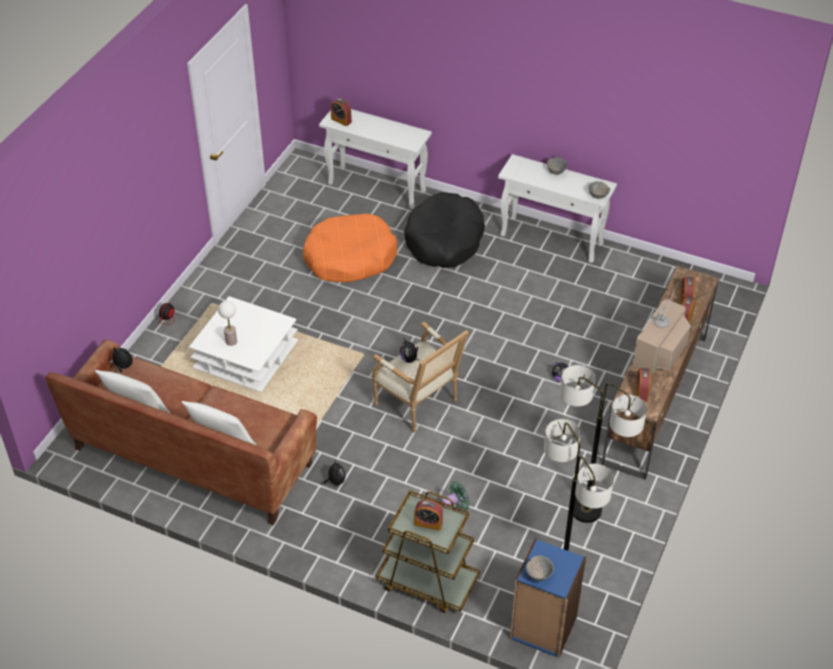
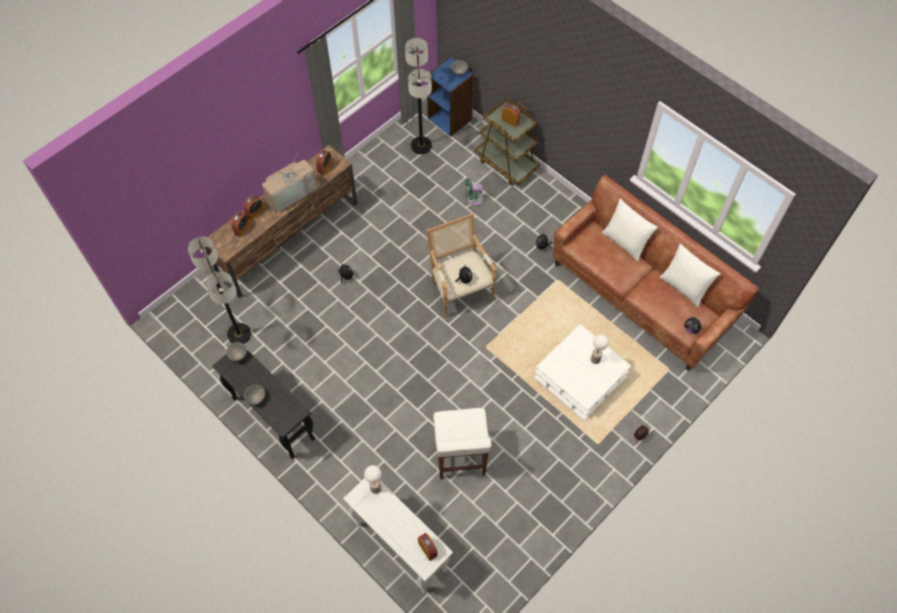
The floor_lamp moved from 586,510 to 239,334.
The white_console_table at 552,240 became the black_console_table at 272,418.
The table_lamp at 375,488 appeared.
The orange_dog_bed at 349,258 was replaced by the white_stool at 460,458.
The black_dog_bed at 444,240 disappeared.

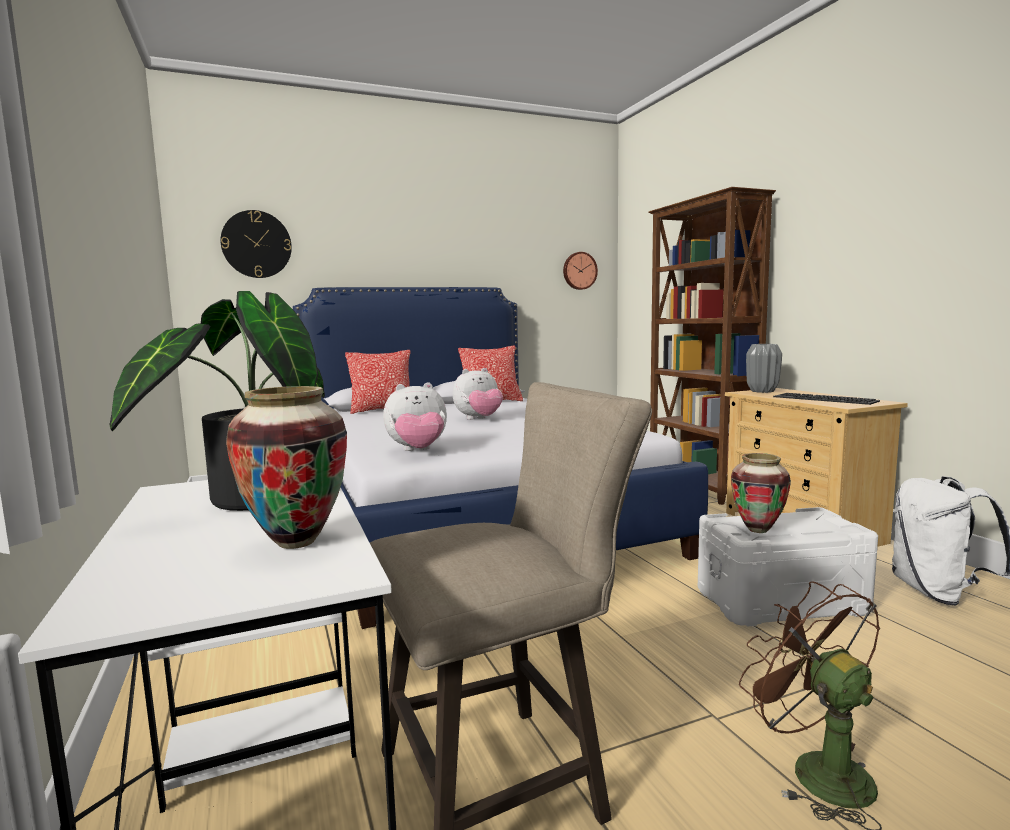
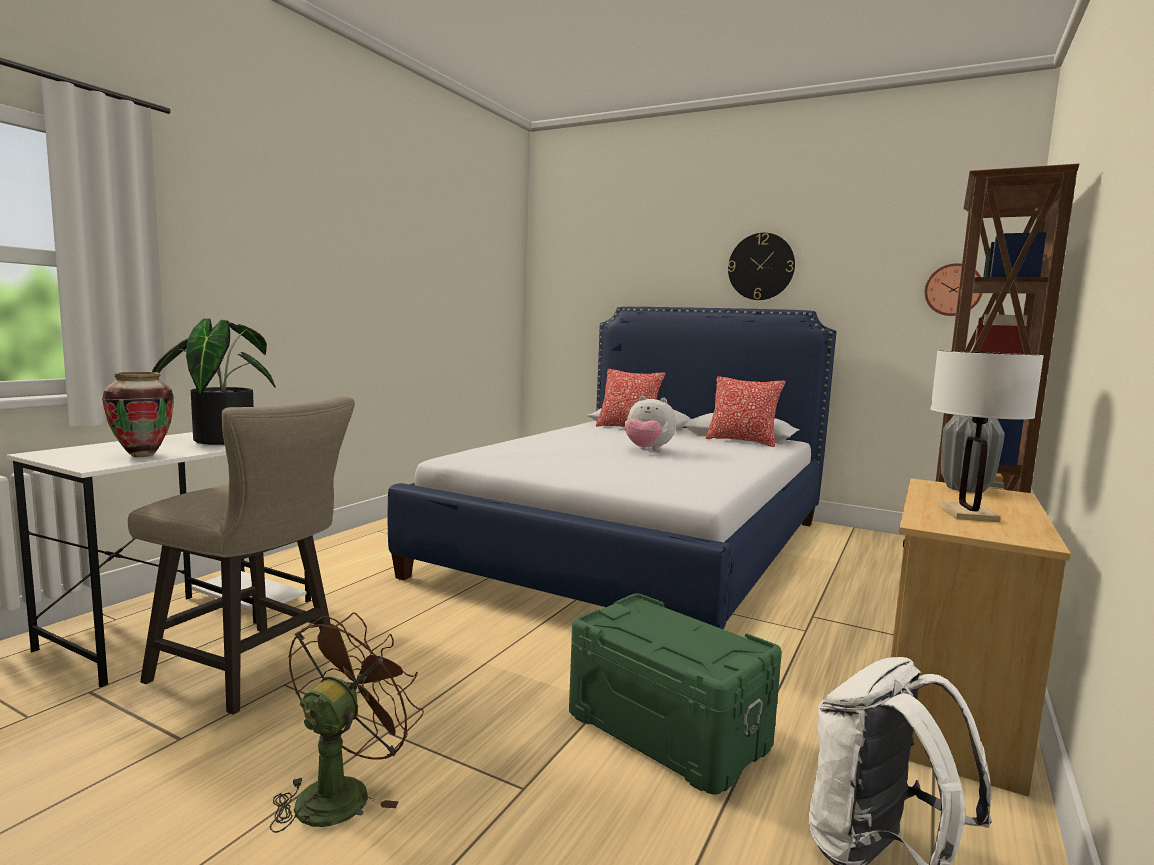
The white_storage_box at 781,602 became the green_storage_box at 666,731.
The wall_clock moved from 256,244 to 761,266.
The keyboard at 822,399 was replaced by the white_table_lamp at 967,514.
The plush_toy at 418,451 disappeared.
The vase at 758,530 disappeared.

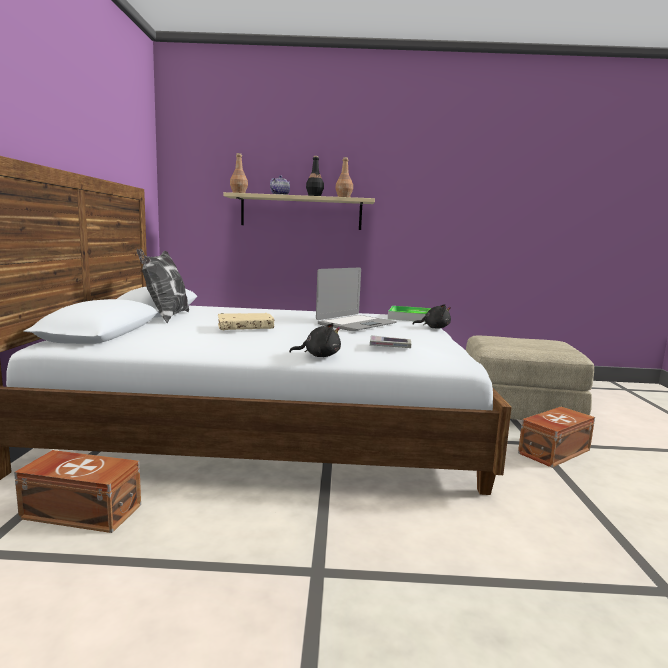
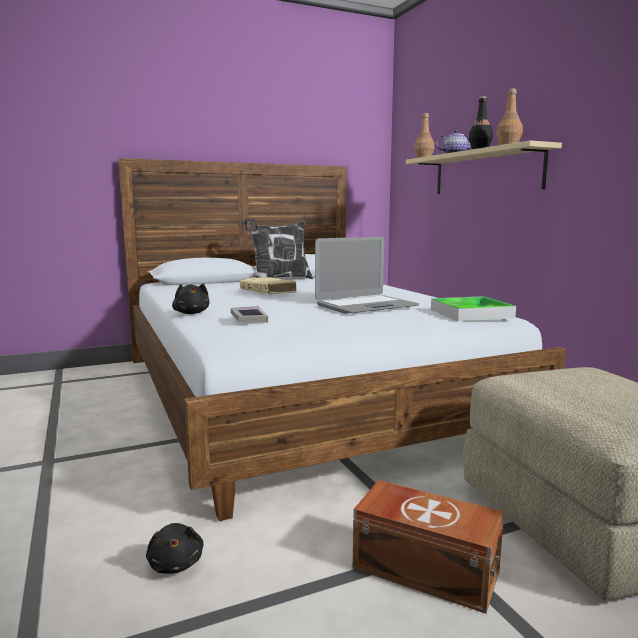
The black_plush_toy moved from 434,328 to 176,563.
The laptop at 356,324 turned 45 degrees counterclockwise.
The brown_storage_box at 81,510 disappeared.

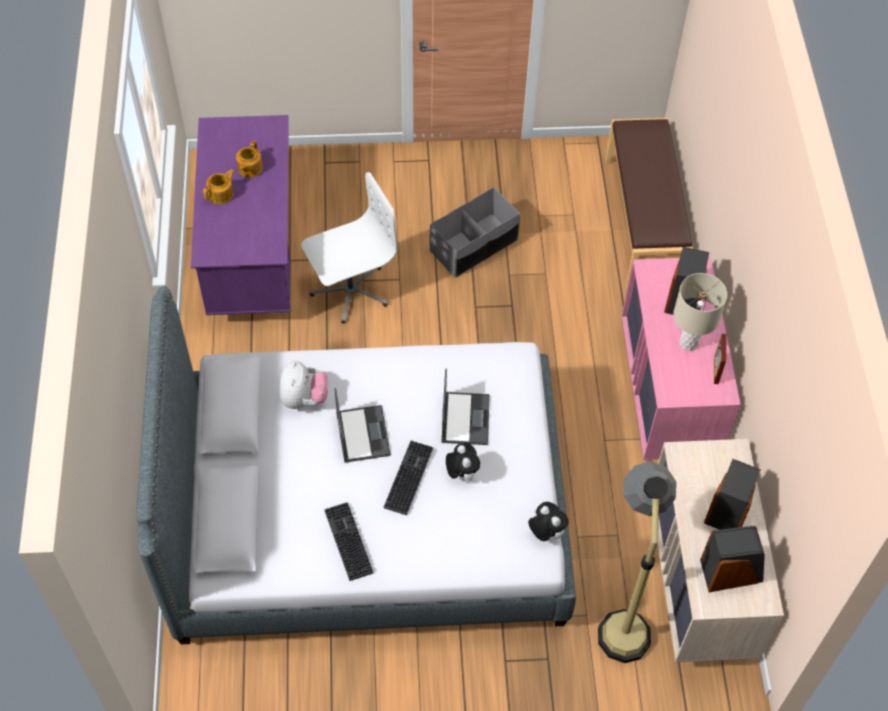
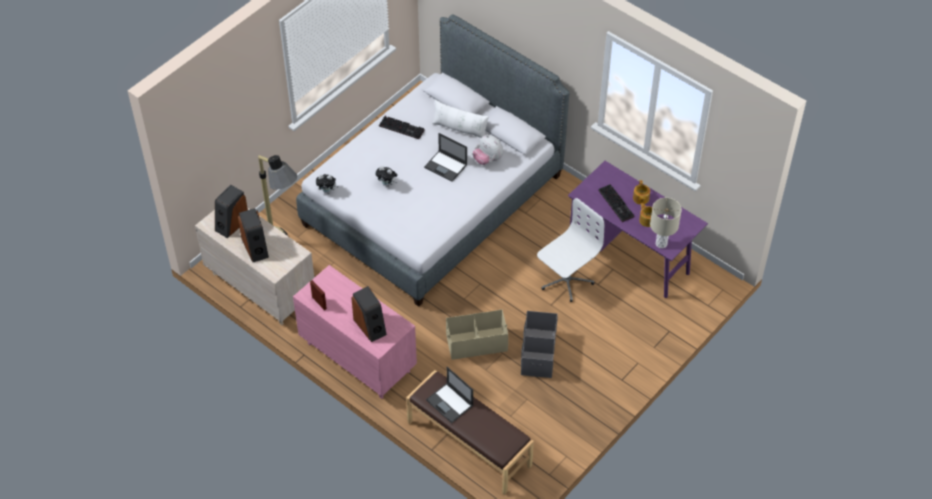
The laptop moved from 465,418 to 450,403.
The white_pillow at 460,129 appeared.
The beige_storage_box at 476,343 appeared.
The white_office_chair at 350,290 turned 150 degrees counterclockwise.
The keyboard moved from 407,476 to 617,204.
The beige_table_lamp moved from 688,343 to 661,243.

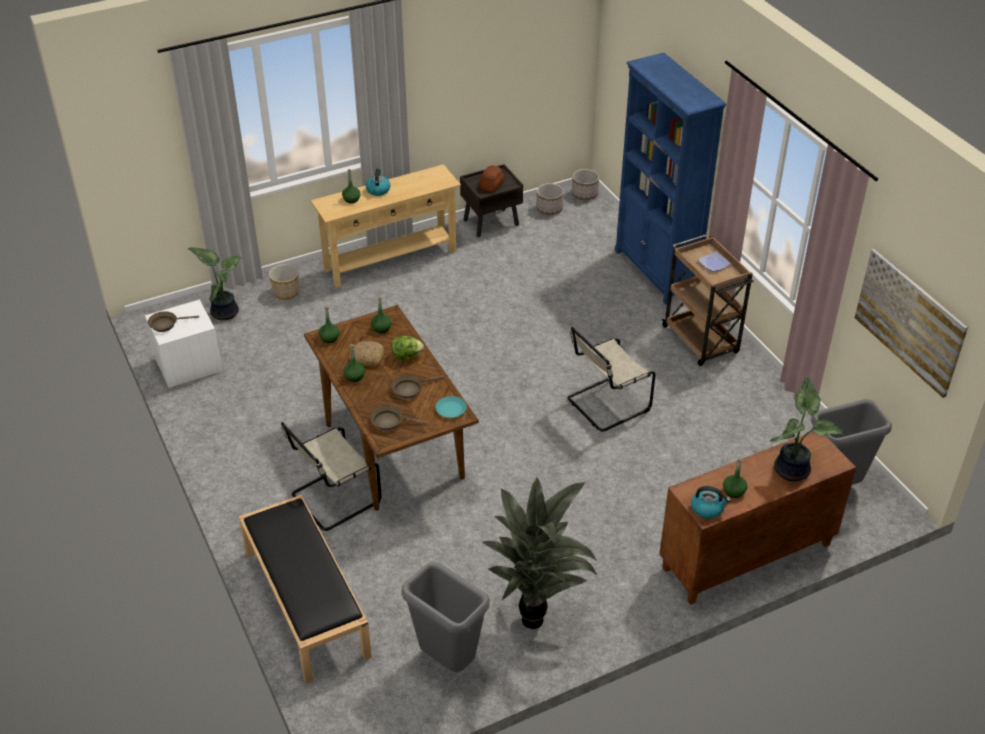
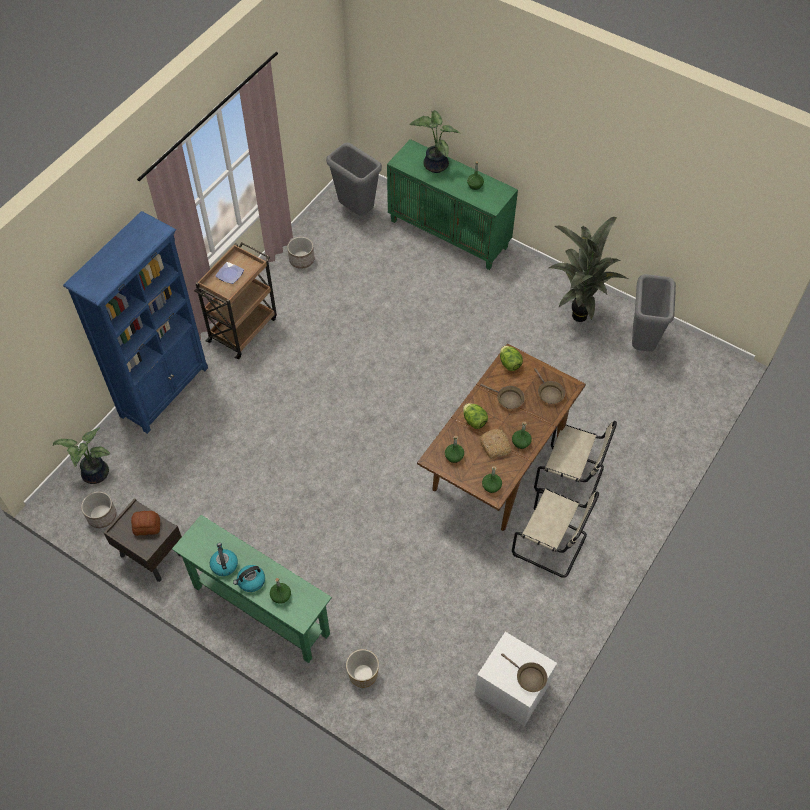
The potted_plant moved from 224,312 to 94,474.
The beige_console_table at 390,260 became the green_console_table at 260,611.
The kettle moved from 707,509 to 224,564.
The planter moved from 584,194 to 301,260.
The brown_cabinet at 746,558 became the green_cabinet at 450,234.
The turquoise_plate at 450,409 was replaced by the lettuce at 509,363.
The beige_chair moved from 605,405 to 552,545.
The black_bench at 305,602 disappeared.
The picture at 909,321 disappeared.

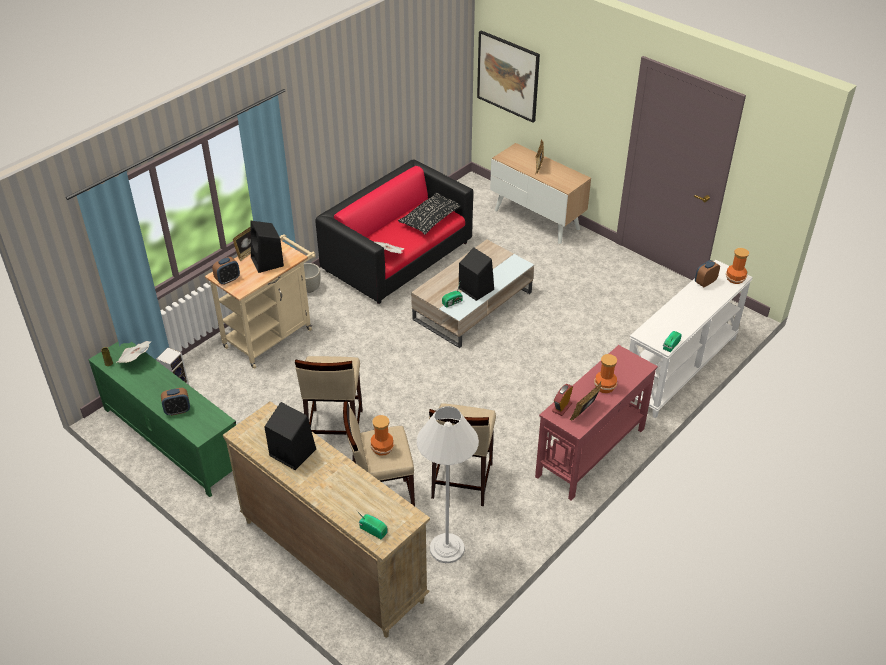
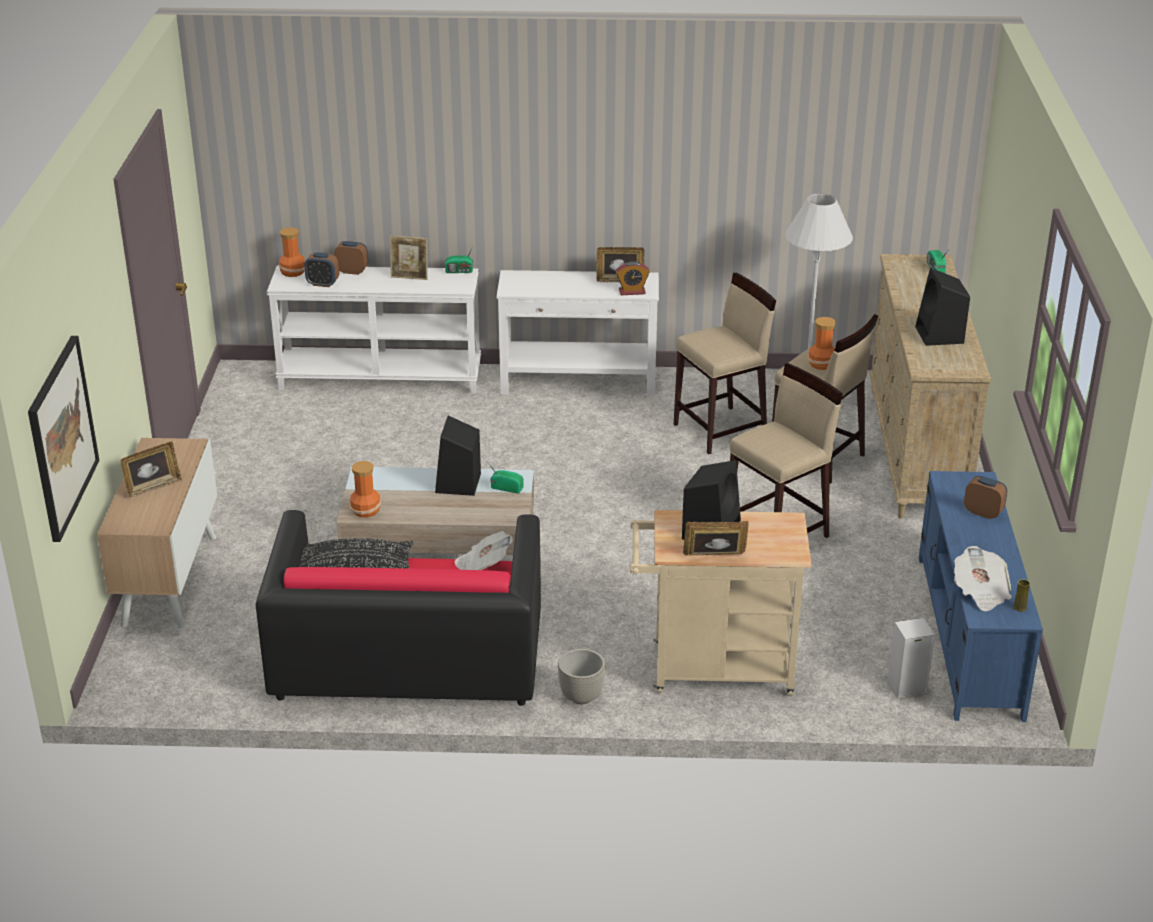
The alarm_clock moved from 228,280 to 352,271.
The vase moved from 604,387 to 366,510.
The picture_frame at 409,277 appeared.
The red_console_table at 590,452 became the white_console_table at 579,382.
The green_tv_stand at 172,438 became the blue_tv_stand at 969,635.

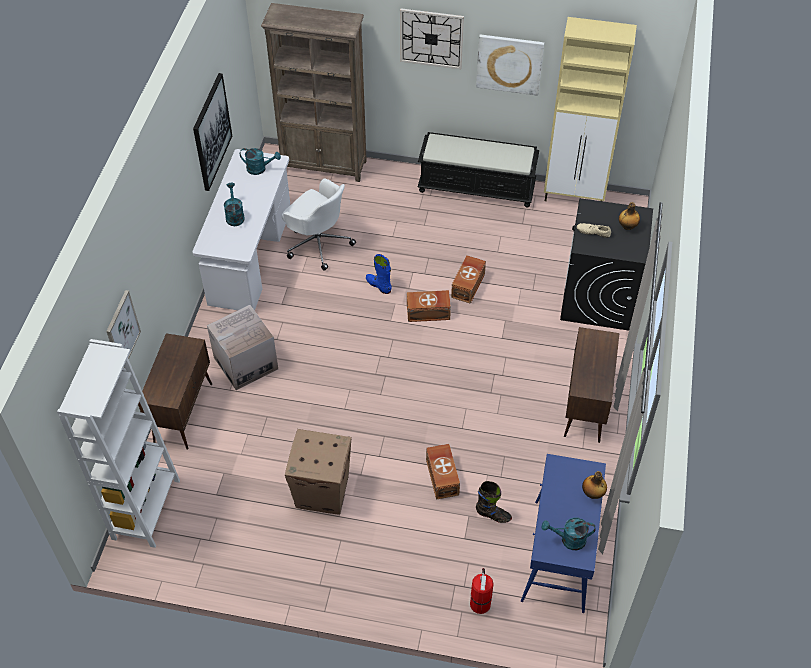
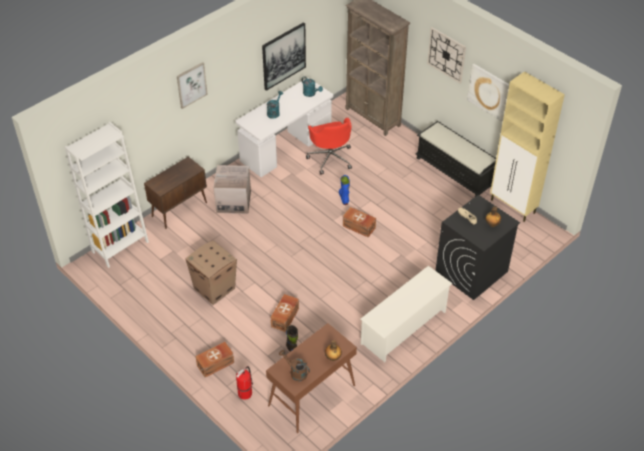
The picture moved from 122,331 to 191,85.
The brown_storage_box moved from 468,285 to 216,364.
The blue_console_table at 559,556 became the brown_console_table at 311,396.
The turquoise_watering_can at 568,540 became the brown_watering_can at 296,372.
The white_office_chair at 318,243 became the red_office_chair at 330,158.
The brown_cabinet at 585,407 was replaced by the white_shoe_rack at 404,327.

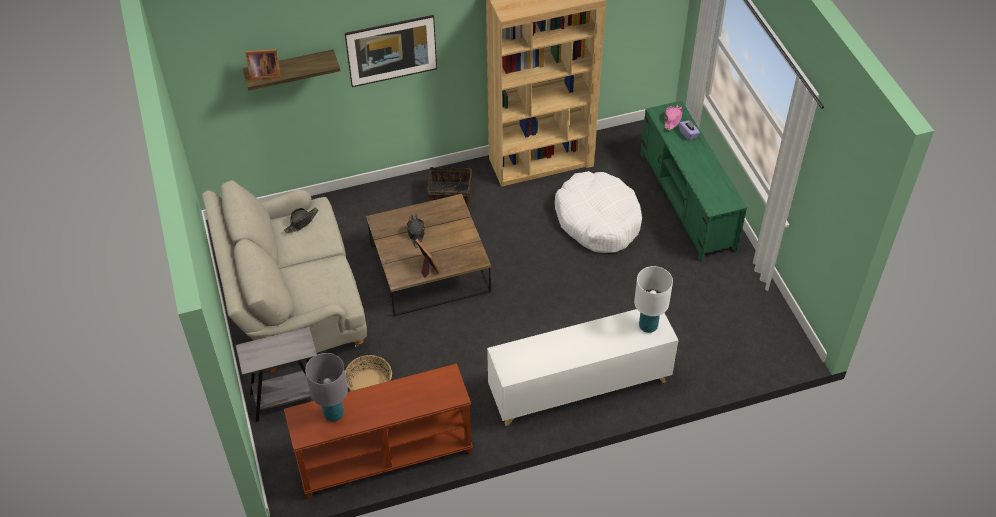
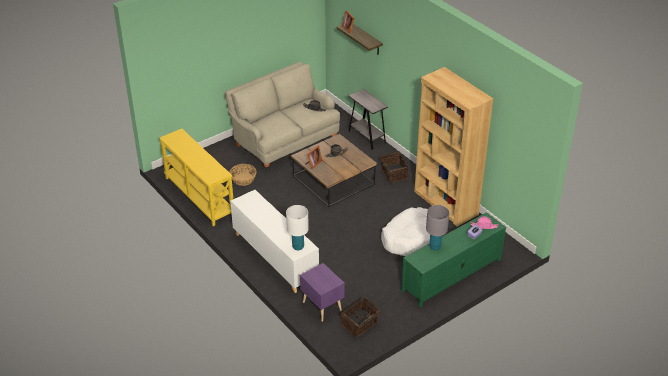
The brown_console_table at 384,458 became the yellow_console_table at 198,197.
The purple_nightstand at 322,306 appeared.
The basket at 360,324 appeared.
The grey_side_table moved from 288,399 to 367,137.
The grey_table_lamp moved from 334,414 to 435,247.
The picture at 393,63 disappeared.

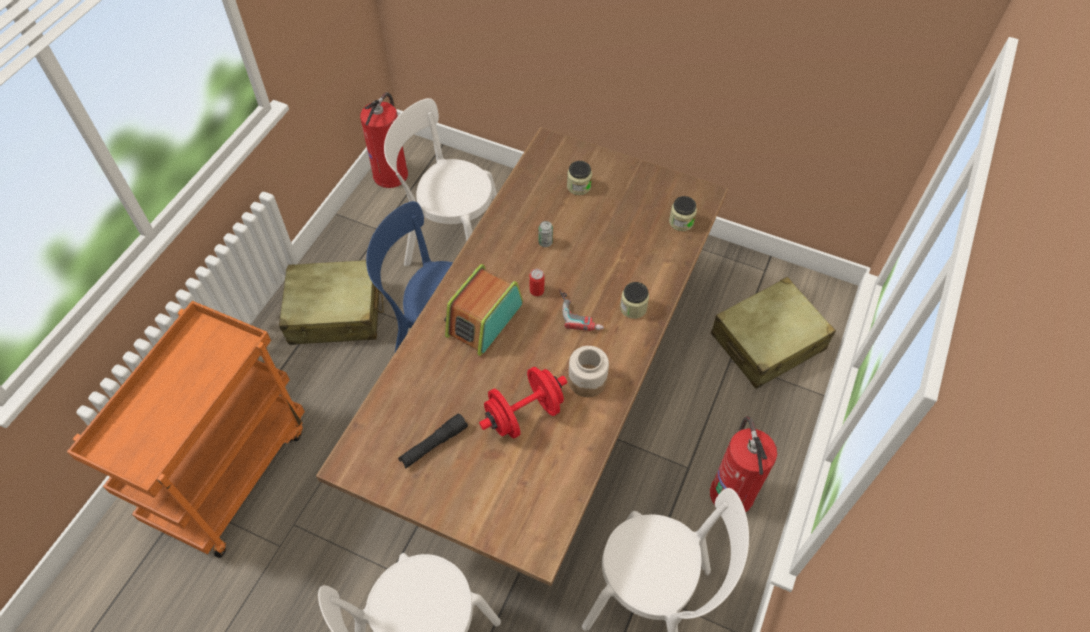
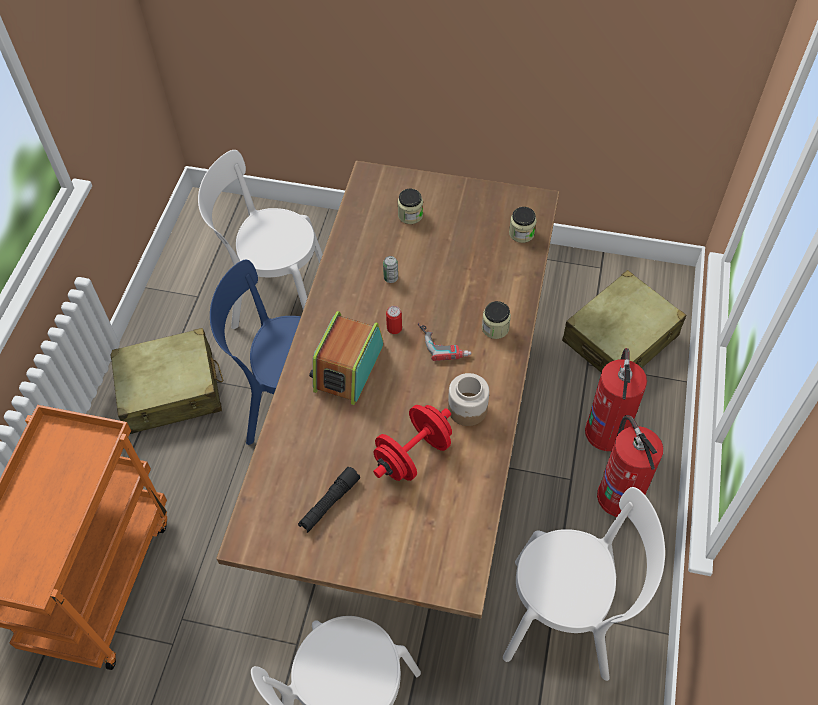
The fire_extinguisher moved from 391,174 to 606,431.

